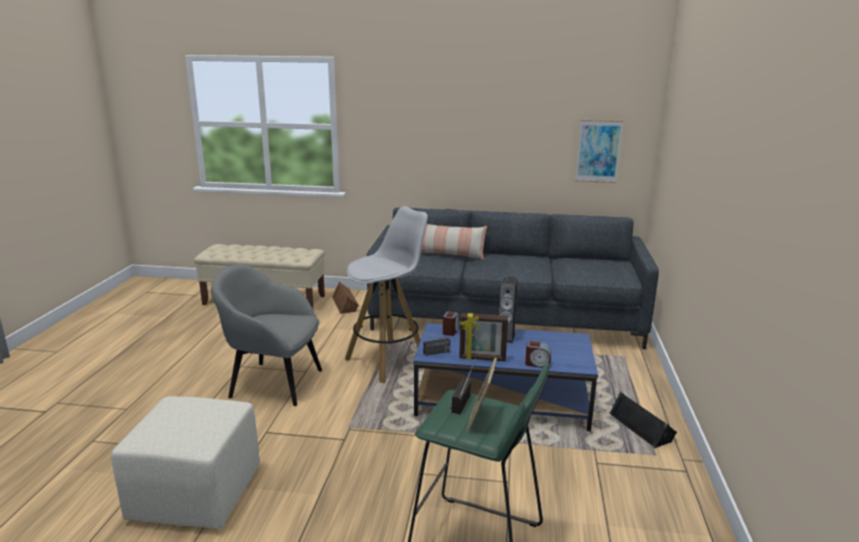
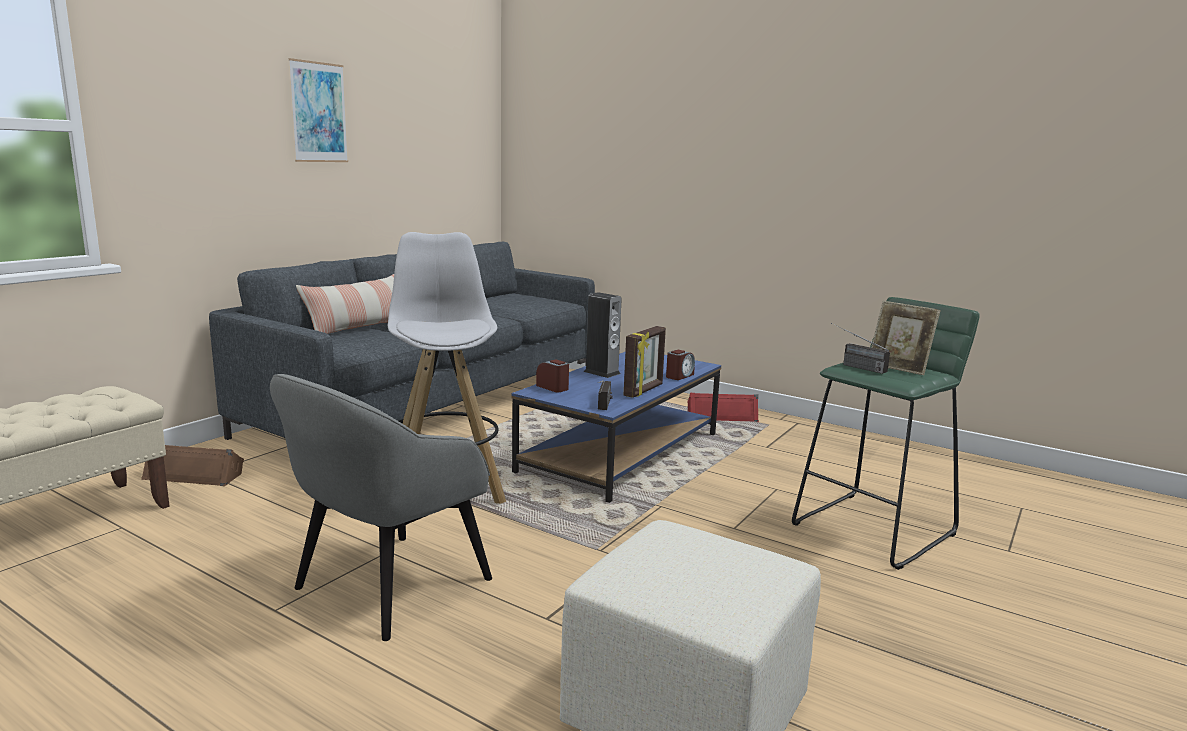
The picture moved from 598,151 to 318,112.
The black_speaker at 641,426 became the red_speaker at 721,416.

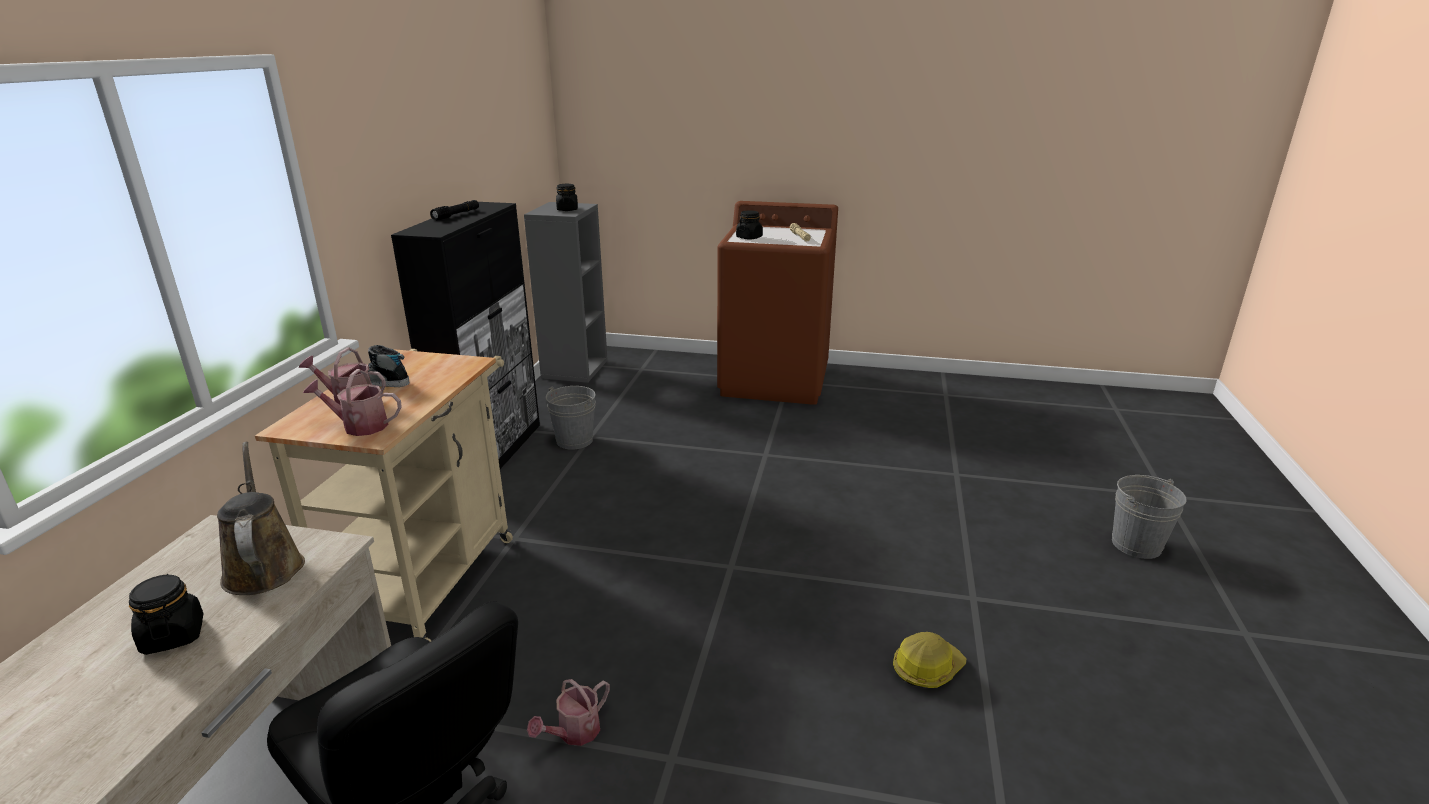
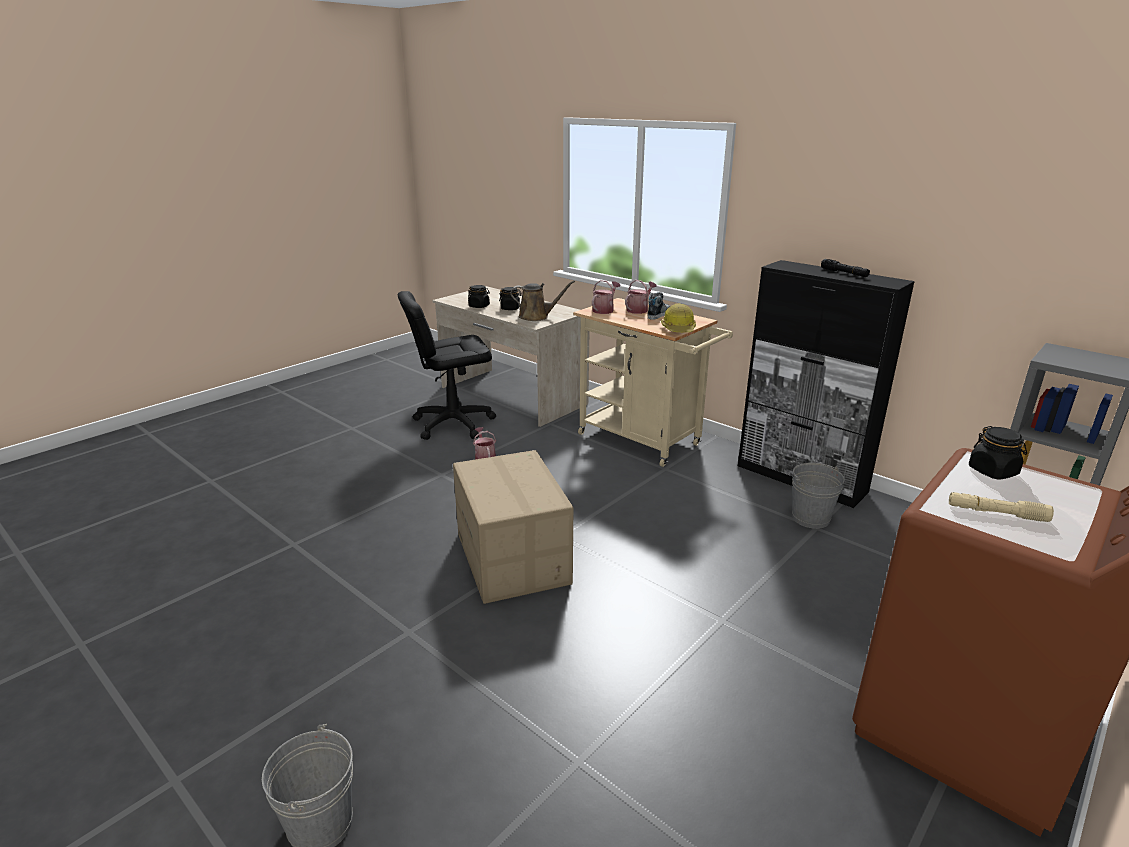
The cardboard_box at 514,559 appeared.
The black_jar moved from 567,209 to 479,306.
The hard_hat moved from 926,668 to 679,329.

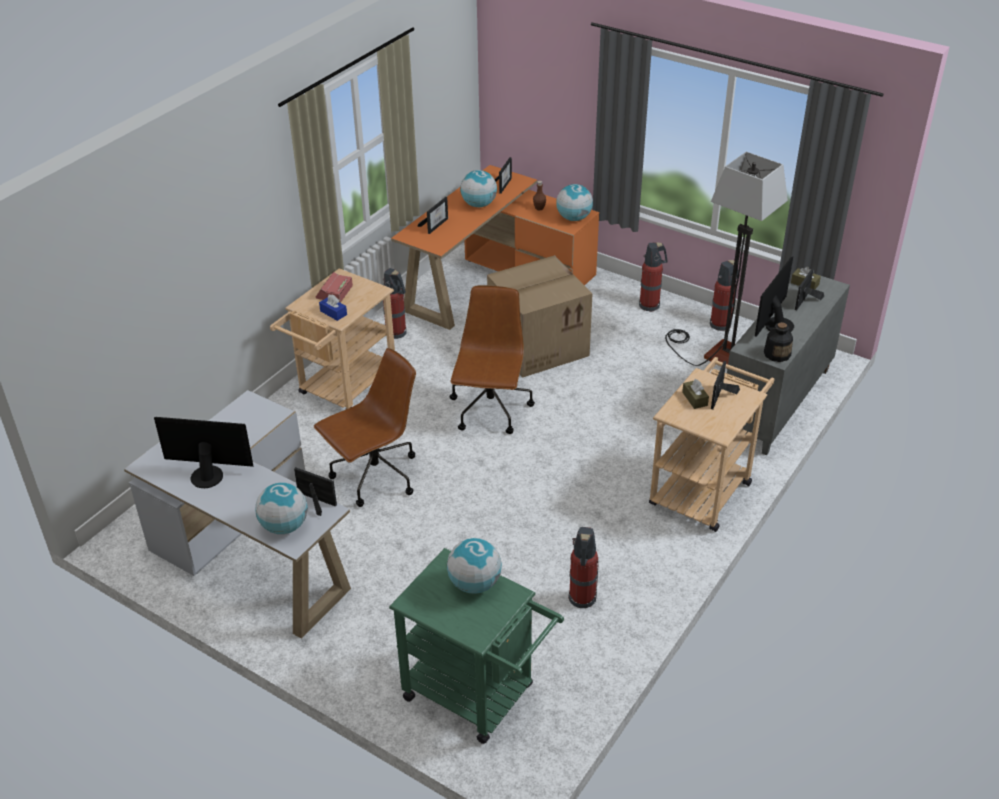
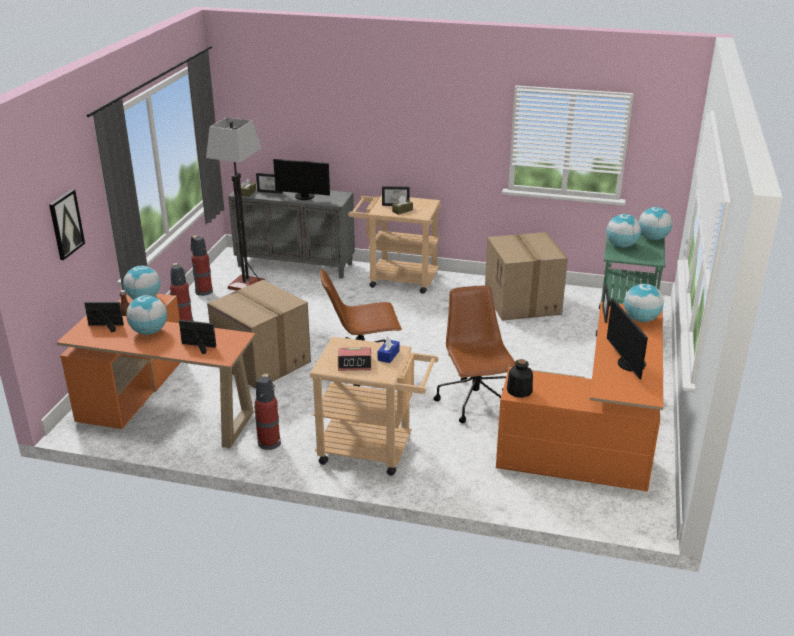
The picture at 66,224 appeared.
The brown_office_chair at 374,477 turned 45 degrees clockwise.
The fire_extinguisher at 582,599 was replaced by the cardboard_box at 523,303.
The white_desk at 252,548 became the orange_desk at 595,439.
The bottle moved from 777,354 to 519,391.
The globe at 652,238 appeared.

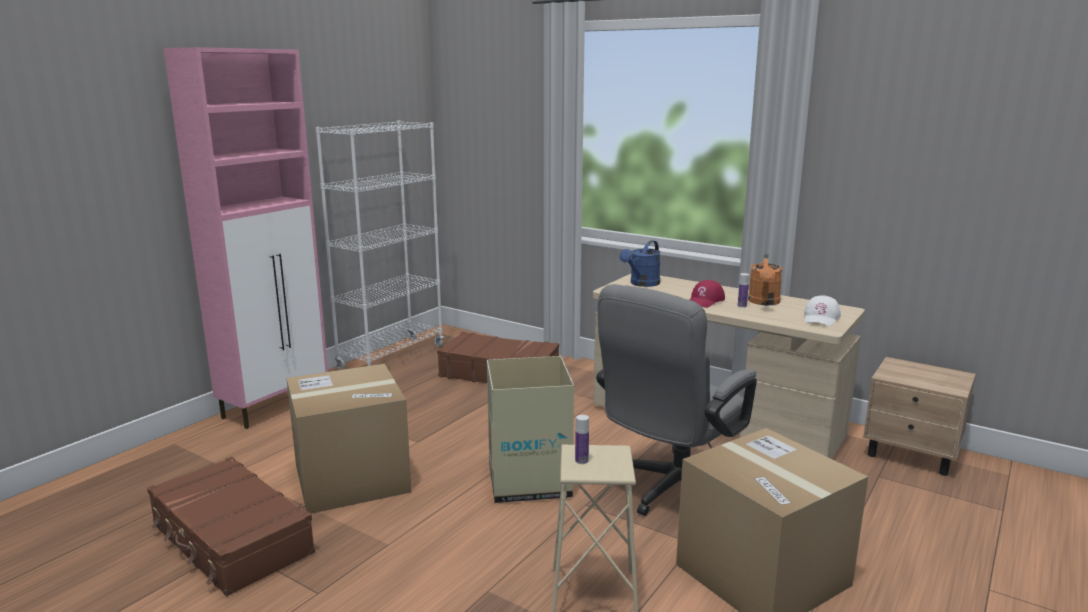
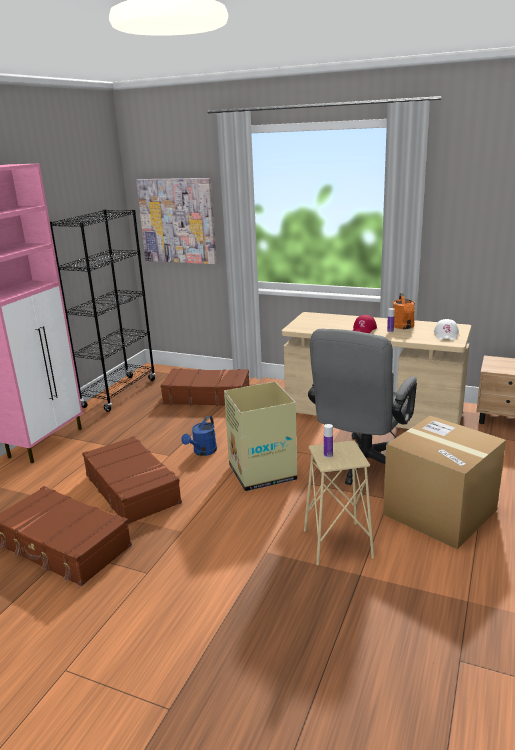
The white_bookcase at 391,357 became the black_bookcase at 119,393.
The cardboard_box at 351,478 was replaced by the brown_suitcase at 132,488.
The picture at 177,221 appeared.
The blue_watering_can moved from 642,284 to 202,452.

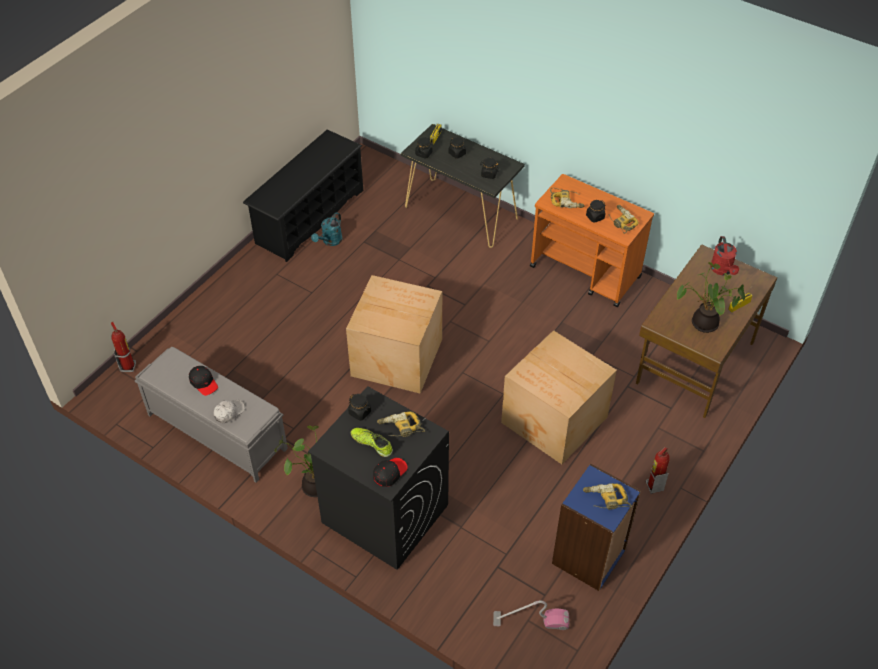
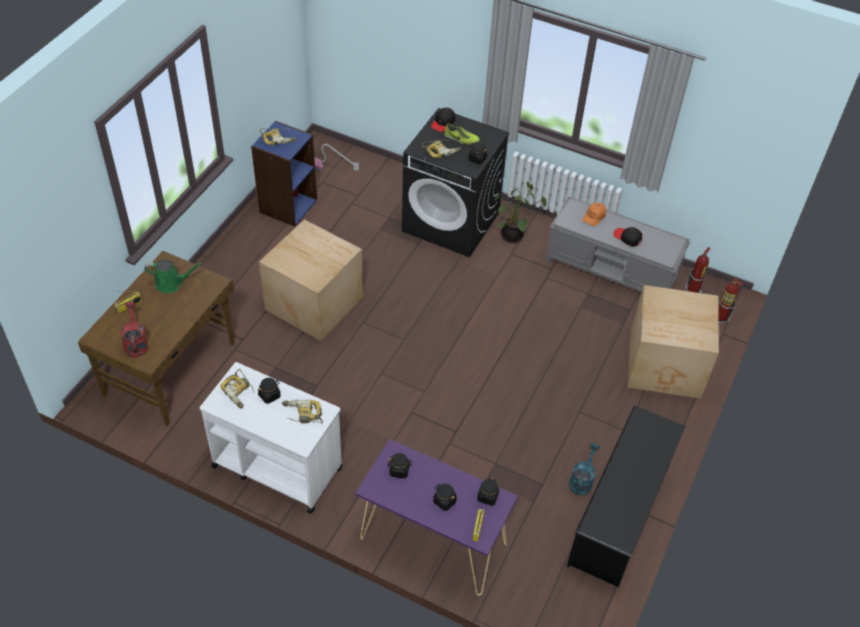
The potted_plant at 702,324 was replaced by the green_watering_can at 171,283.
The orange_cart at 586,272 became the white_cart at 276,466.
The black_console_table at 461,213 became the purple_console_table at 432,541.
The white_cap at 229,412 became the orange_cap at 594,217.
The cardboard_box moved from 396,356 to 666,365.
The fire_extinguisher moved from 654,486 to 693,290.

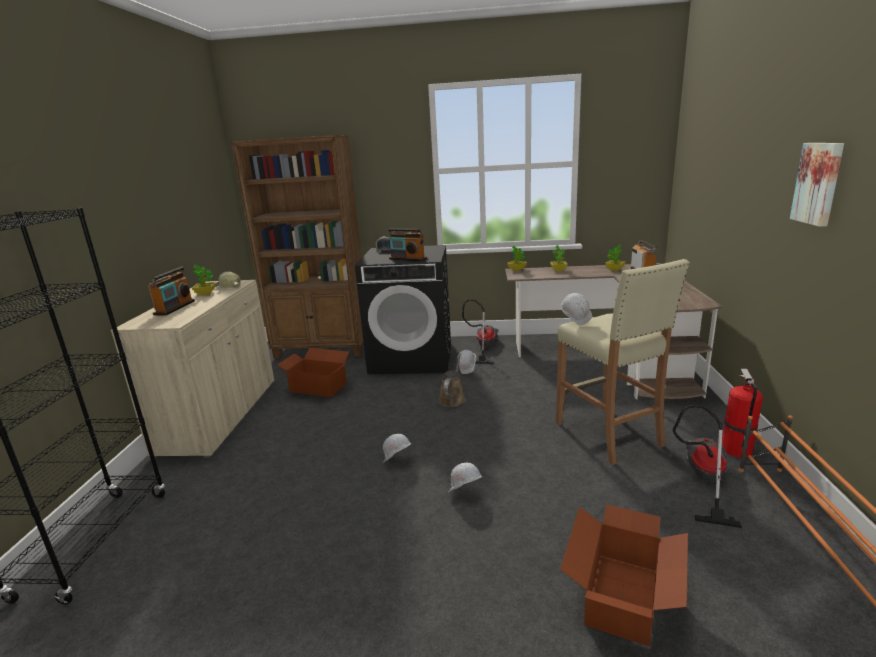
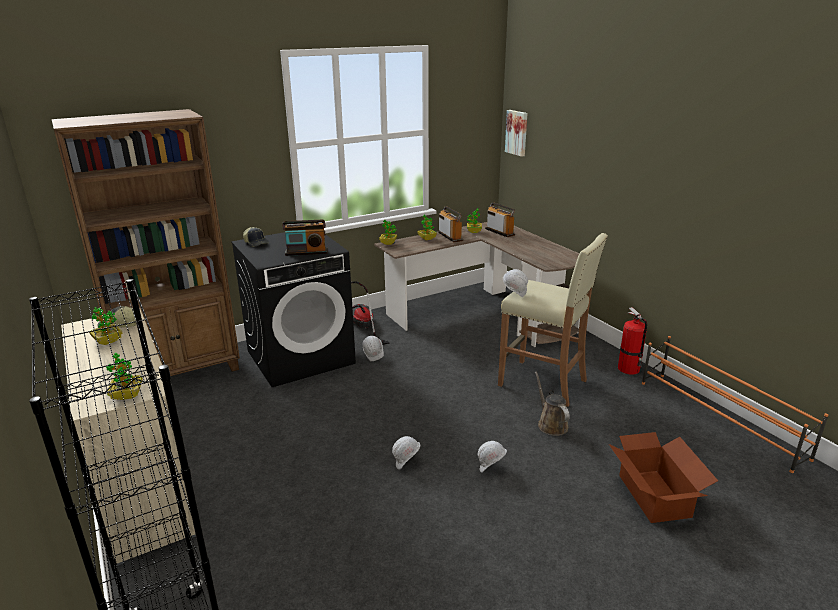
The potted_plant at 127,395 appeared.
The radio moved from 175,308 to 450,236.
The picture moved from 819,183 to 517,132.
The brown_watering_can moved from 452,398 to 551,424.
The cardboard_box at 318,387 disappeared.
The vacuum_cleaner at 702,480 disappeared.

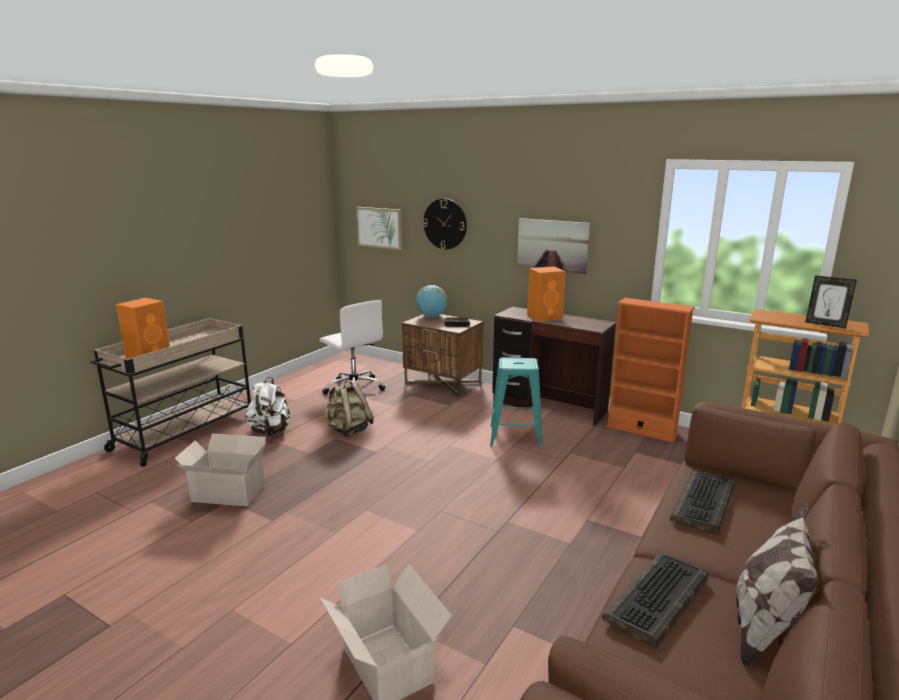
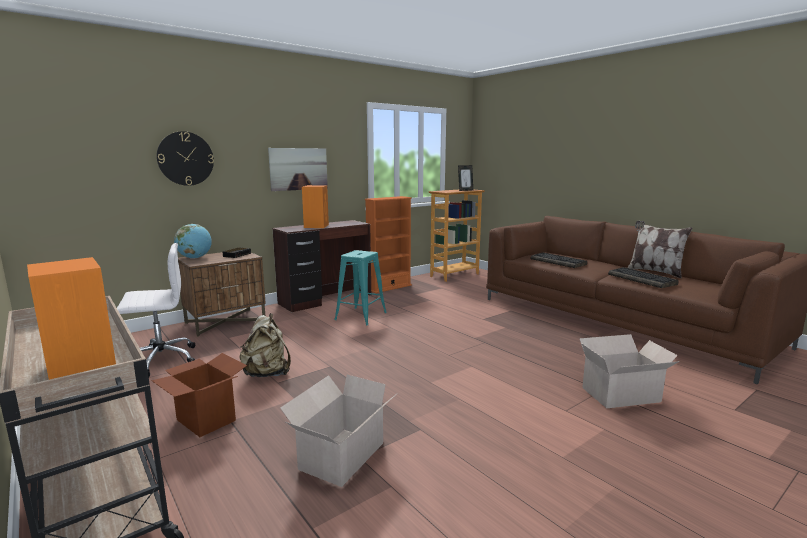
The white_backpack at 270,431 was replaced by the cardboard_box at 205,420.
The picture at 380,228 disappeared.

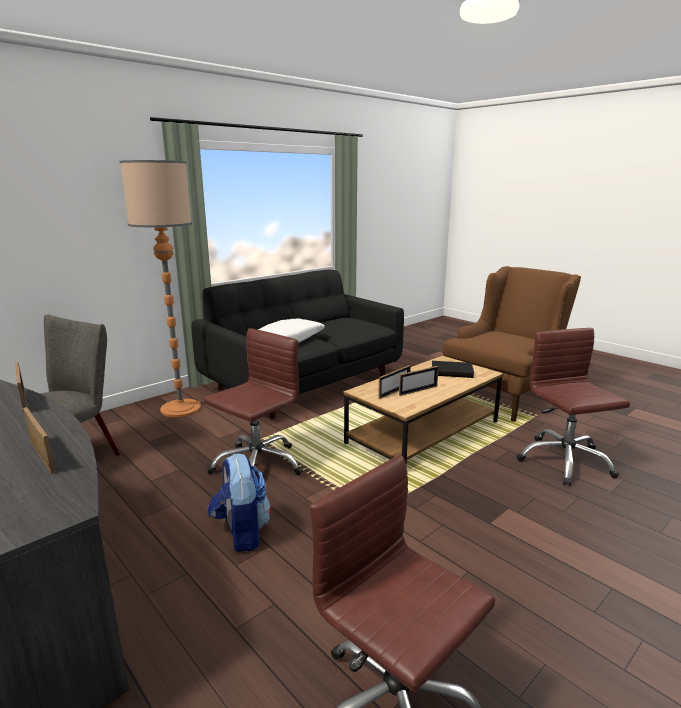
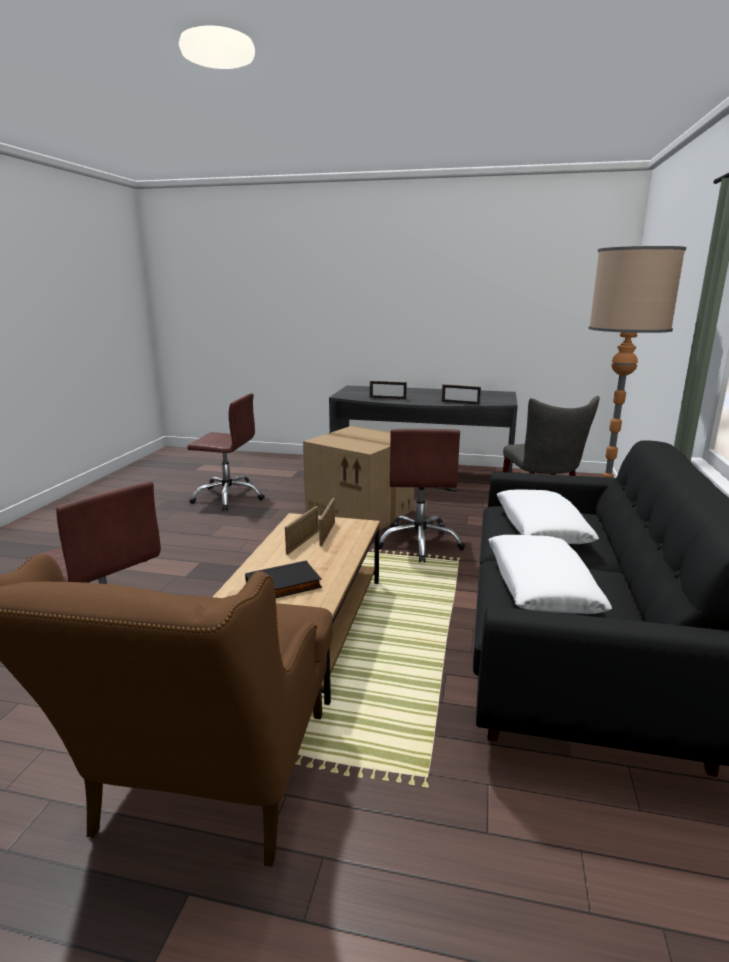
The backpack at 241,533 was replaced by the cardboard_box at 362,513.
The white_pillow at 540,586 appeared.

